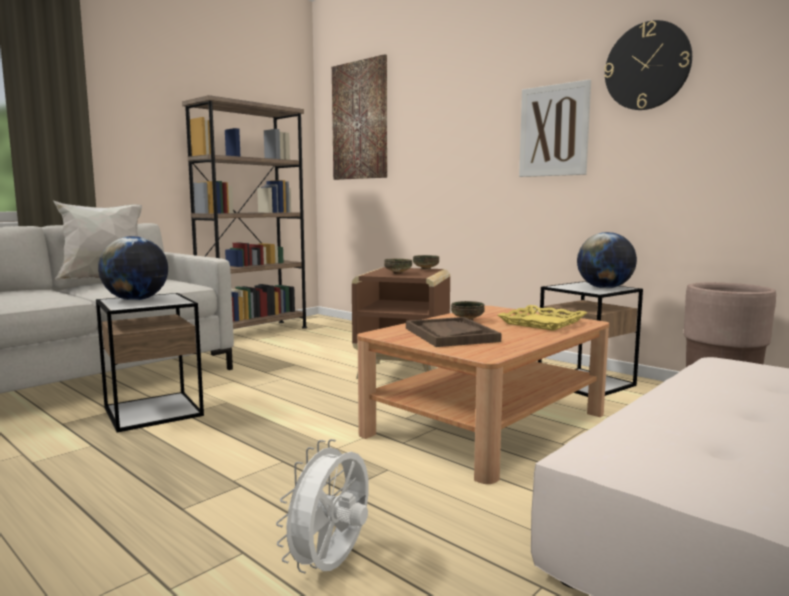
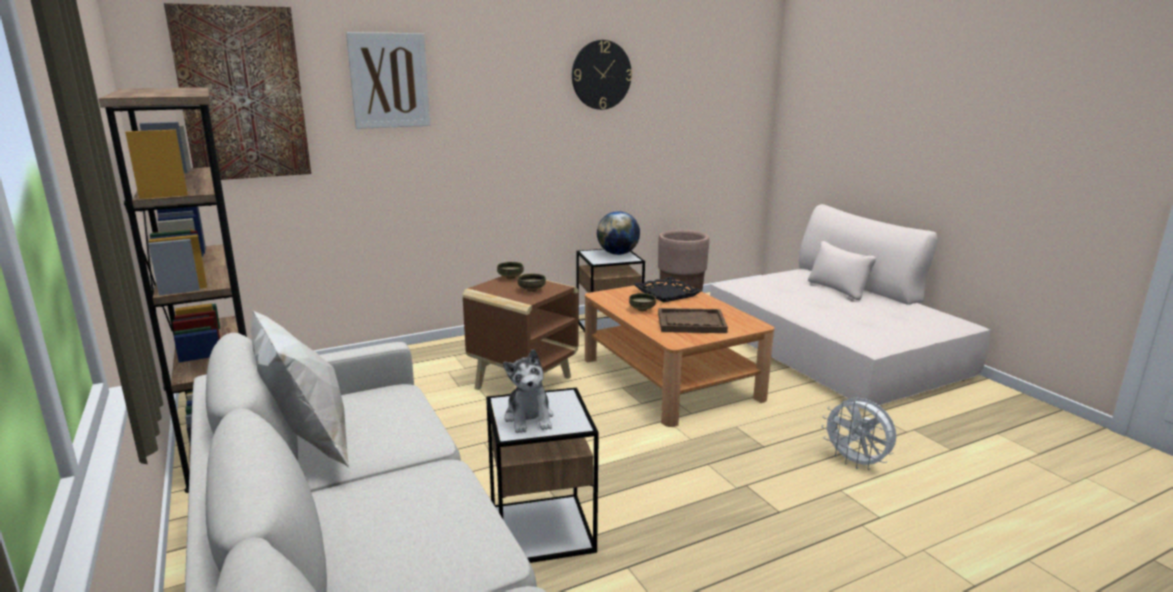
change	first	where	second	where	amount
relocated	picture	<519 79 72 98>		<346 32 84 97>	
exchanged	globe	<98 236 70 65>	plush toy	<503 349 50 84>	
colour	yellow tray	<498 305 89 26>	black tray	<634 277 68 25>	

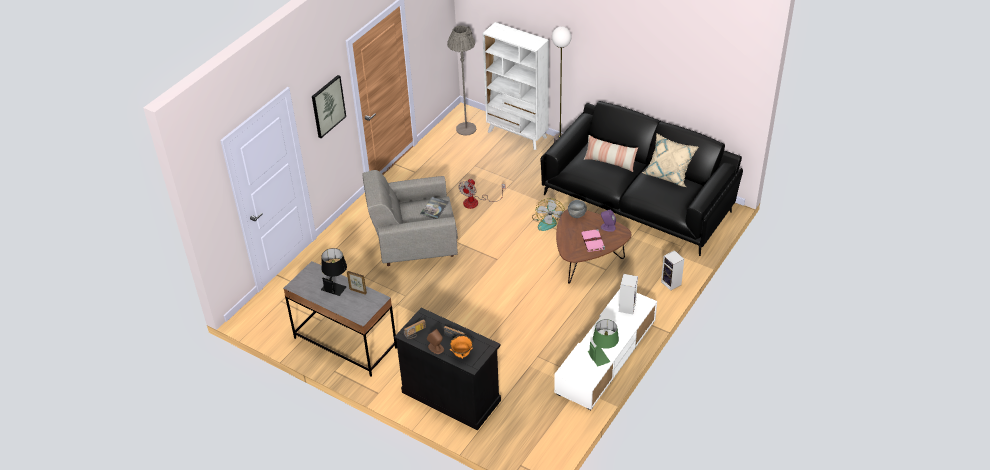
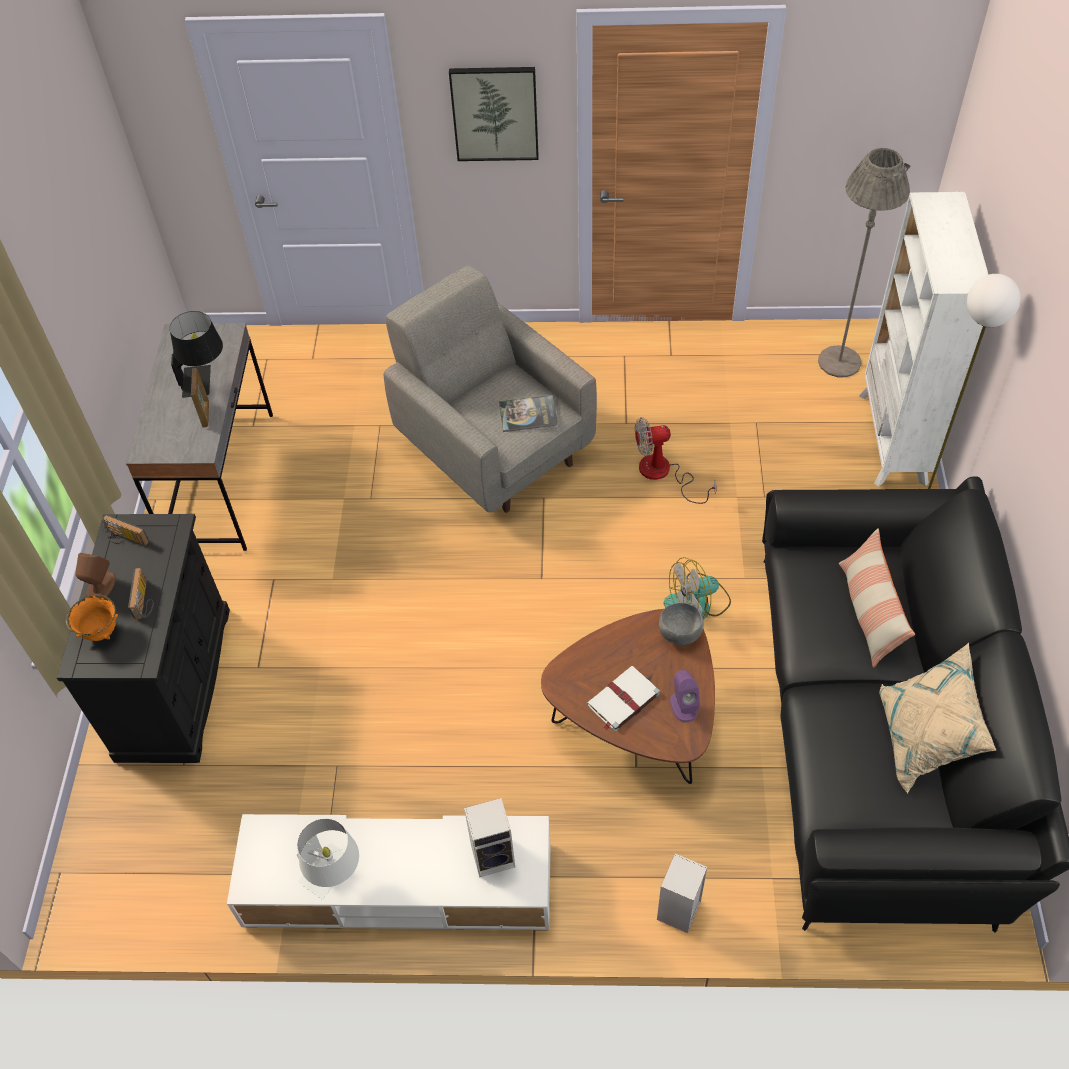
change	first	where	second	where	amount
colour	pink book	<581 229 24 23>	white book	<587 666 73 66>	
colour	green table lamp	<588 319 31 47>	white table lamp	<297 819 62 80>	

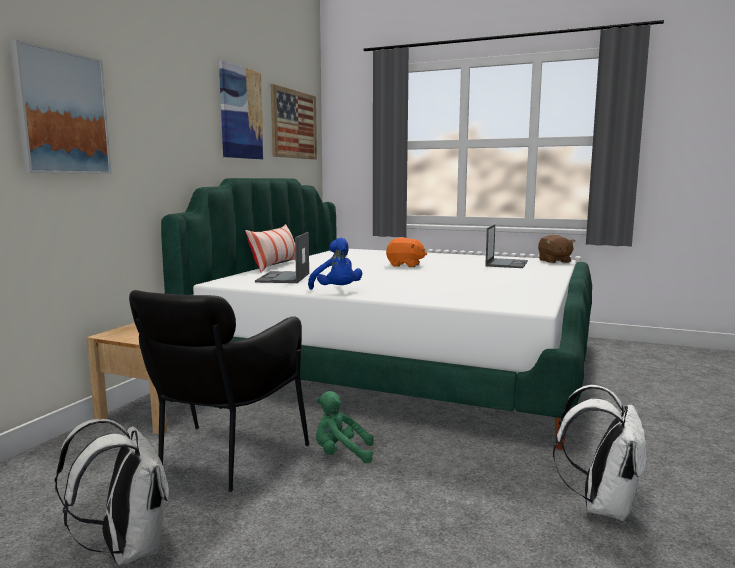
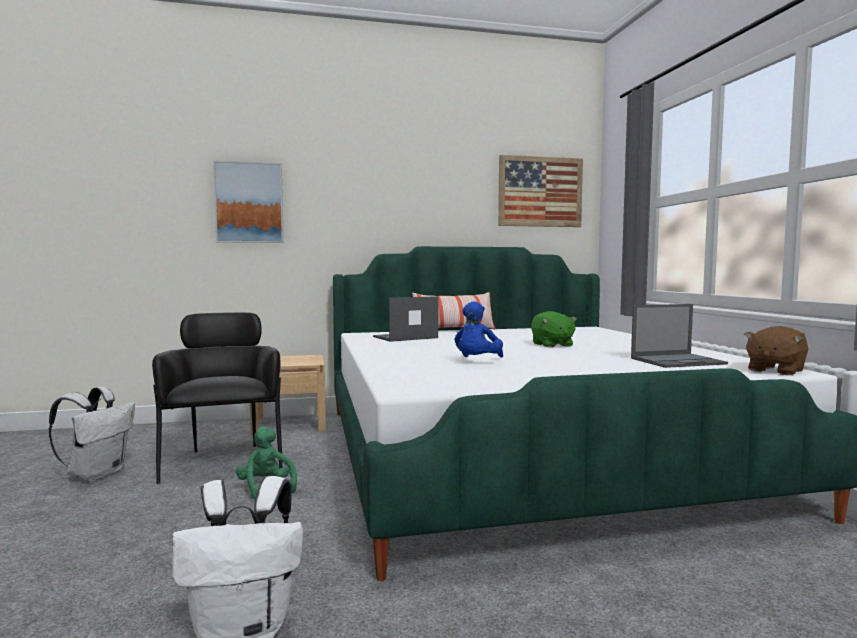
change	first	where	second	where	amount
missing	picture	<219 60 45 99>			
relocated	blue plush toy	<308 238 54 52>		<454 301 49 56>	
colour	orange plush toy	<386 238 41 29>	green plush toy	<531 311 46 37>	
spun	black armchair	<129 290 180 202>		<152 312 130 172>	90 degrees clockwise

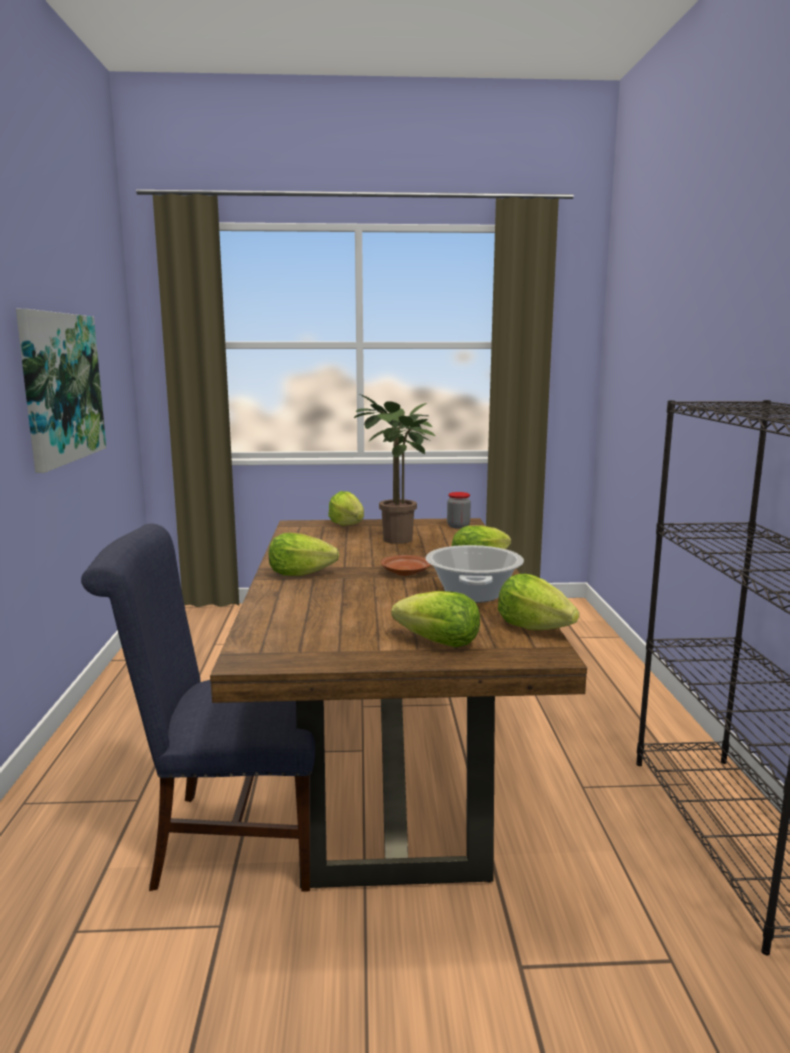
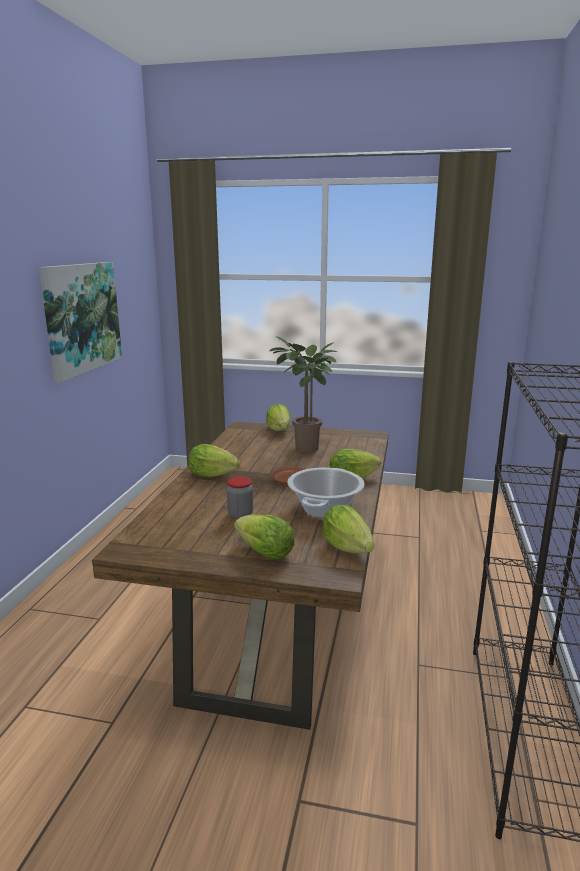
change	first	where	second	where	amount
missing	blue chair	<81 523 234 369>			
relocated	jar	<447 492 24 37>		<227 477 26 42>	

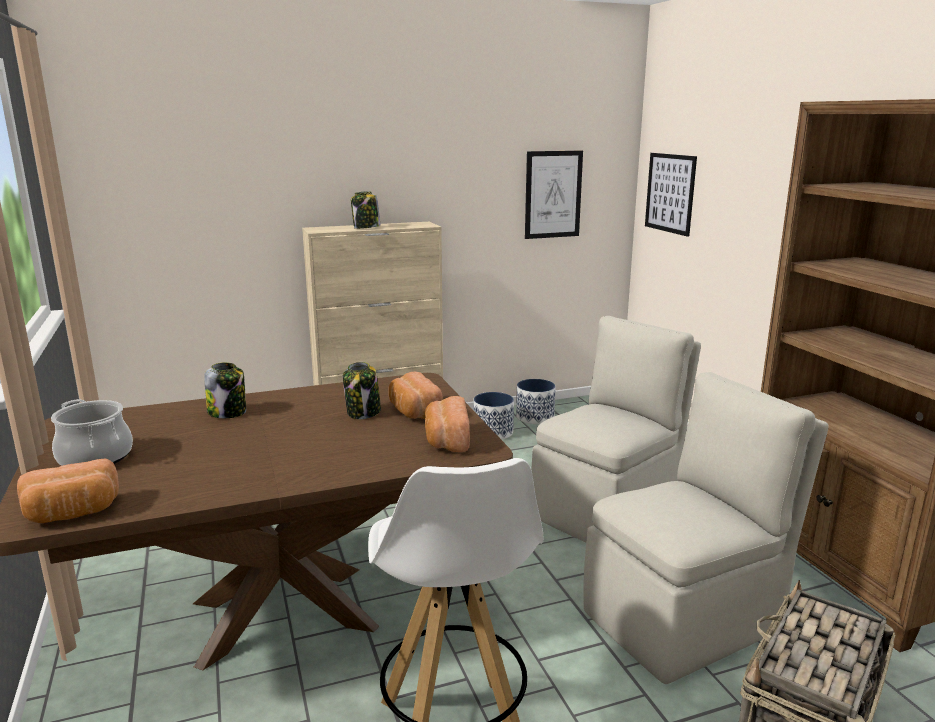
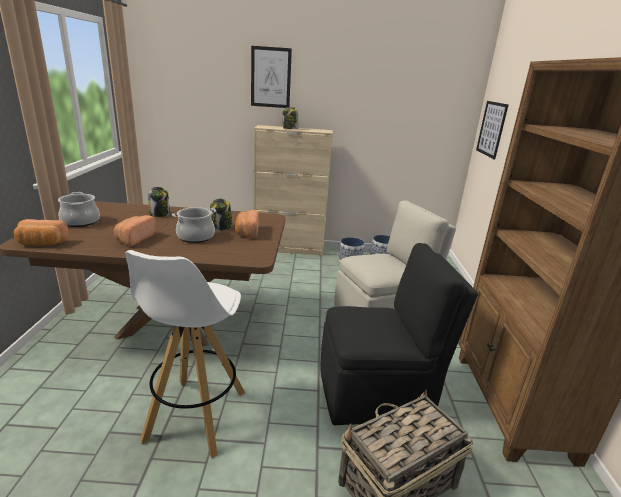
change	first	where	second	where	amount
appeared			cooking pot	<172 207 44 36>	
relocated	bread	<425 396 45 56>		<114 215 42 31>	
relocated	picture	<525 151 58 88>		<251 46 41 62>	
colour	beige chair	<583 372 246 312>	black chair	<320 243 158 182>	

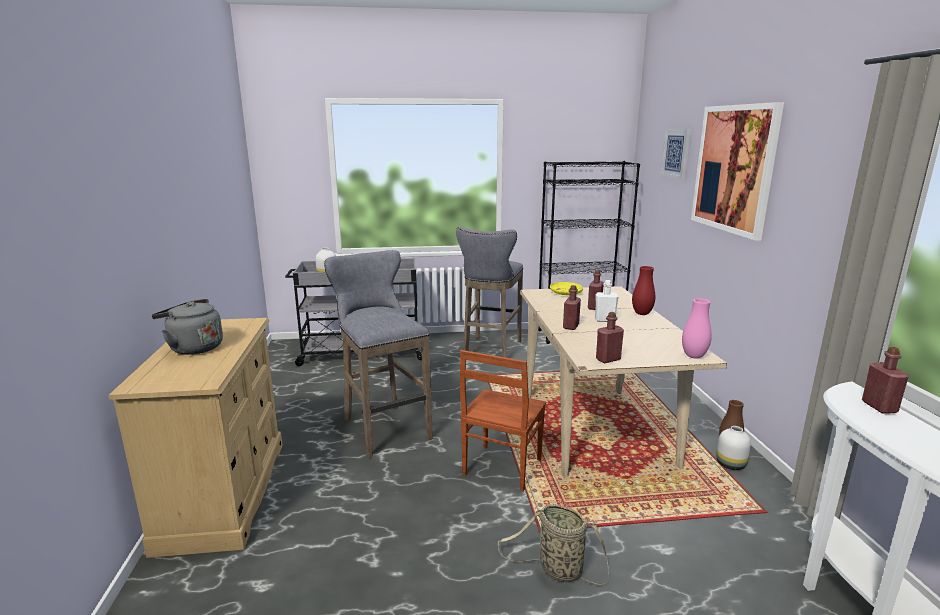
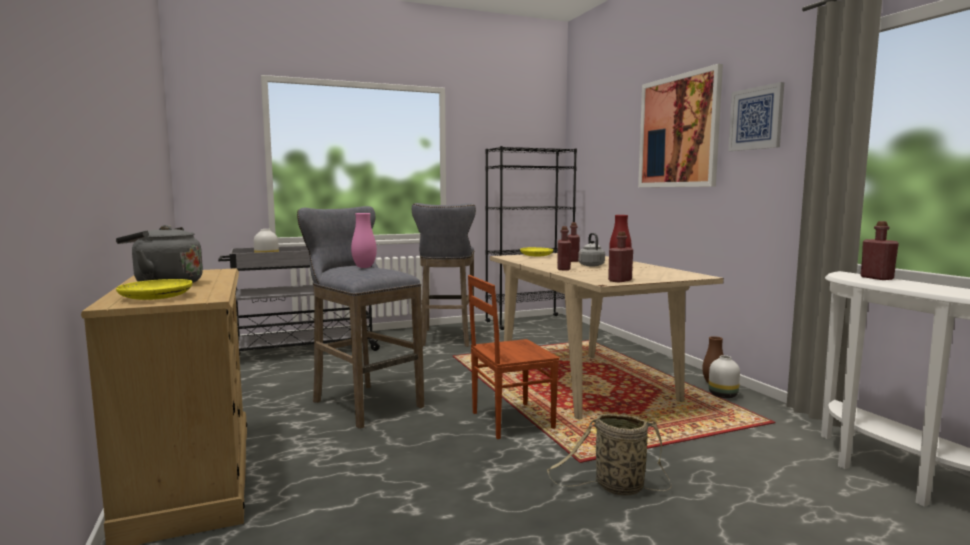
change	first	where	second	where	amount
appeared			yellow plate	<116 279 76 21>	
relocated	picture	<660 129 31 50>		<728 82 56 69>	
relocated	pink vase	<682 298 30 61>		<351 213 26 55>	
exchanged	white bottle	<595 280 24 42>	grey kettle	<578 233 27 33>	
spun	brown chair	<460 350 86 141>		<468 275 92 164>	60 degrees clockwise

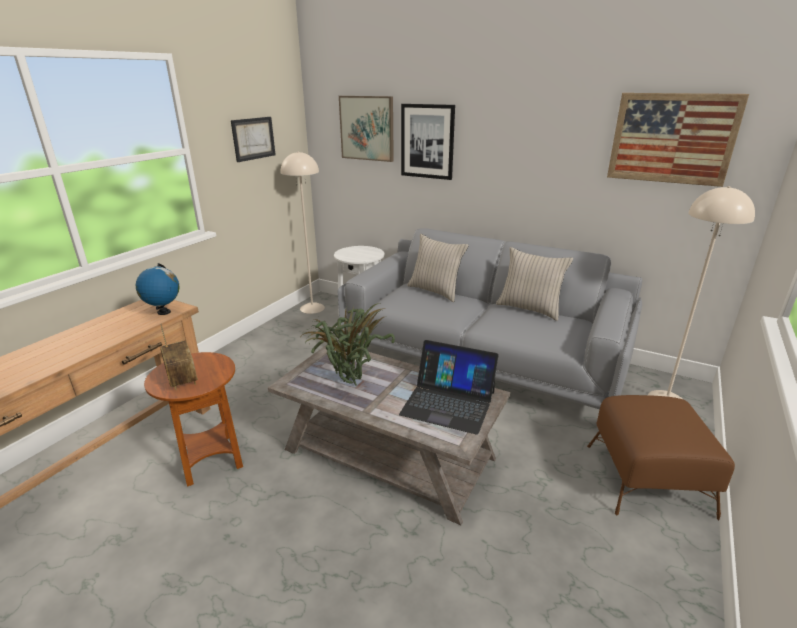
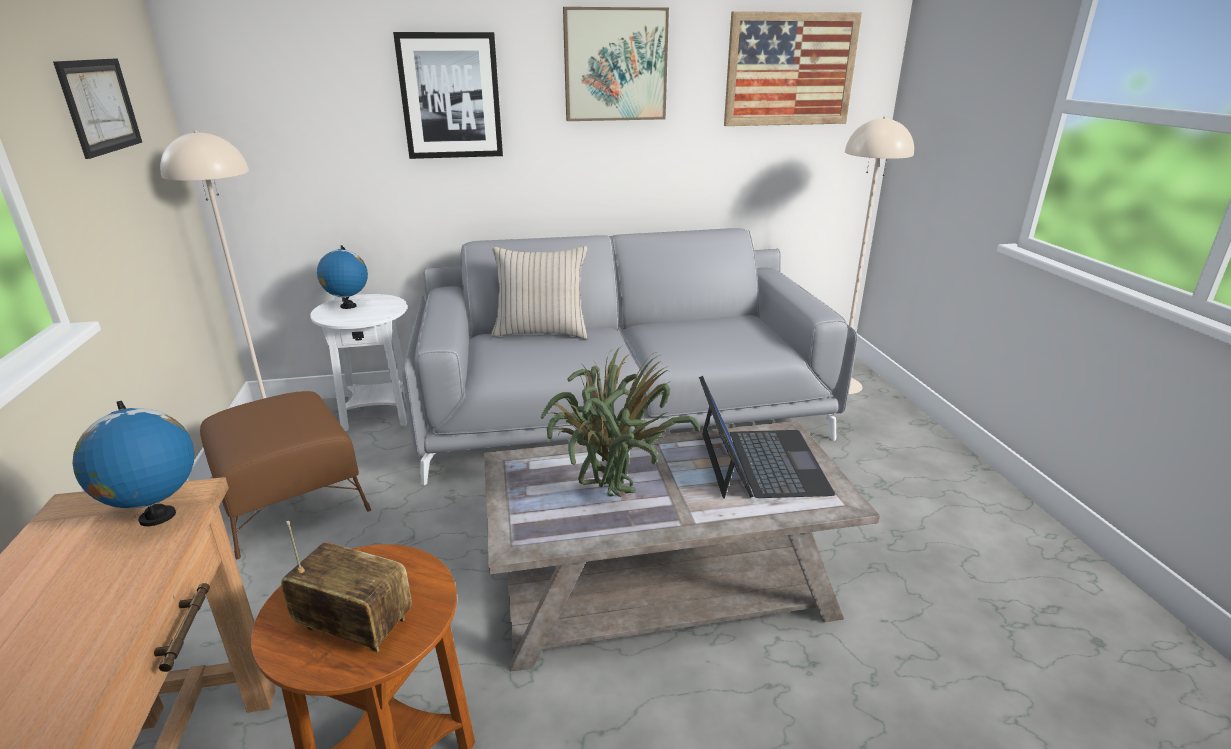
change	first	where	second	where	amount
missing	beige pillow	<496 247 77 74>			
appeared			globe	<317 245 51 64>	
relocated	picture	<339 96 55 66>		<563 7 106 114>	
relocated	brown ottoman	<587 395 148 125>		<200 391 171 168>	
spun	laptop	<399 340 100 95>		<699 376 136 123>	75 degrees counterclockwise

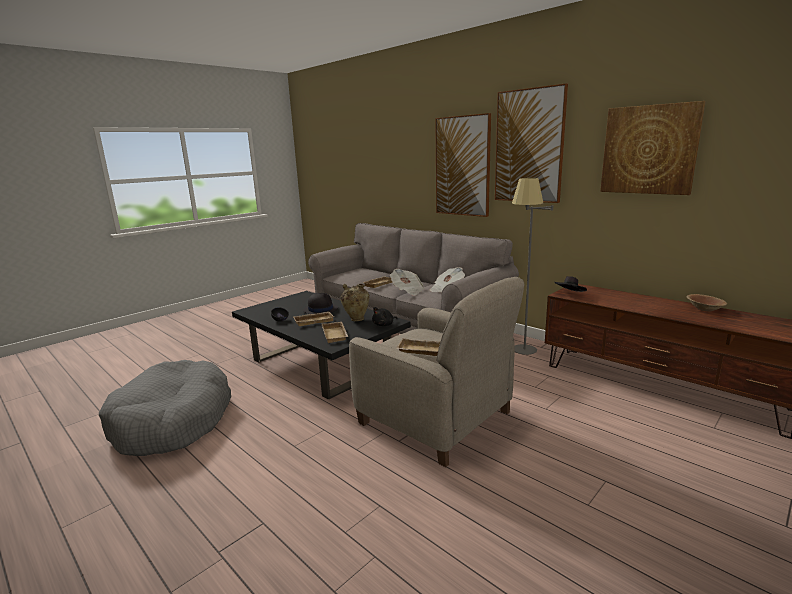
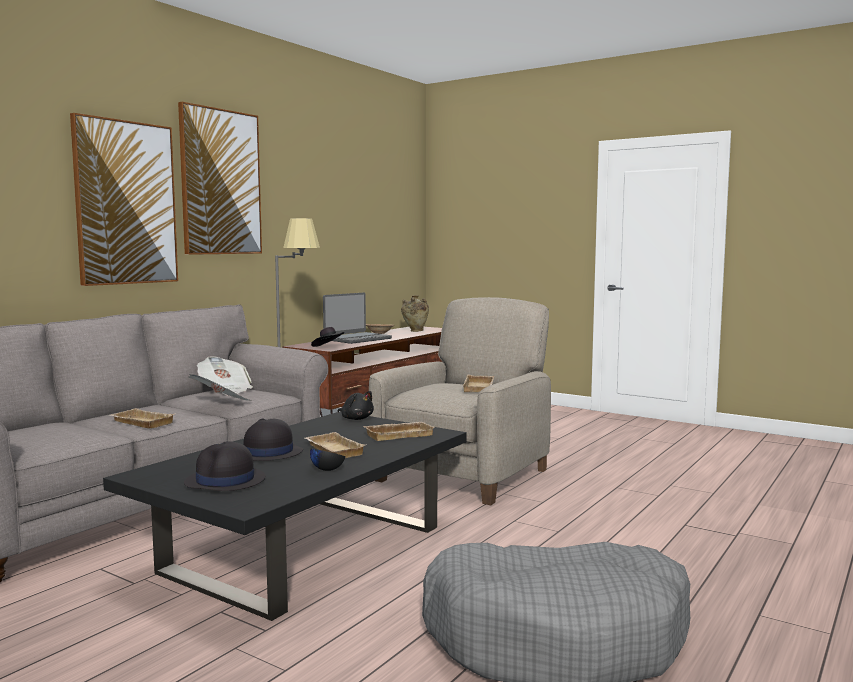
change	first	where	second	where	amount
missing	picture	<600 101 106 94>			
appeared			black hat	<184 441 82 50>	
appeared			laptop	<323 293 69 51>	
relocated	beige vase	<341 284 28 37>		<401 295 28 37>	

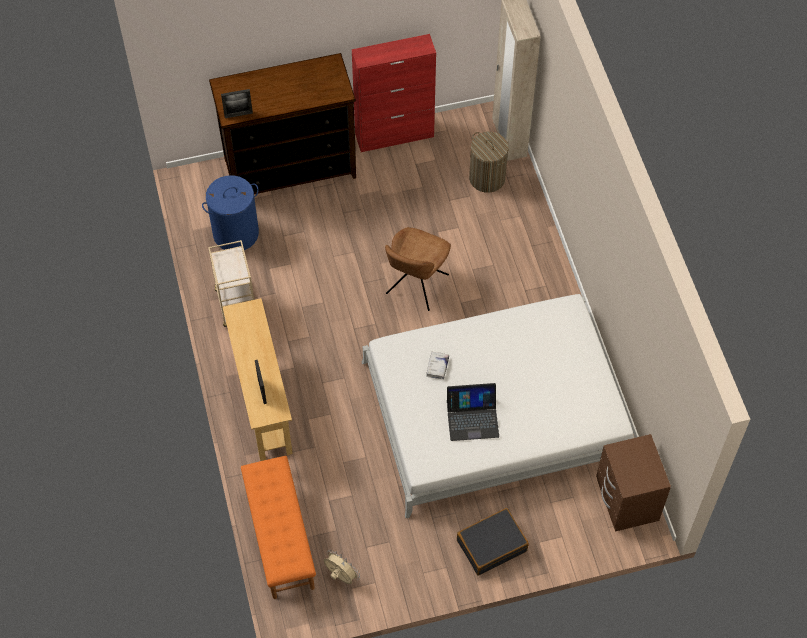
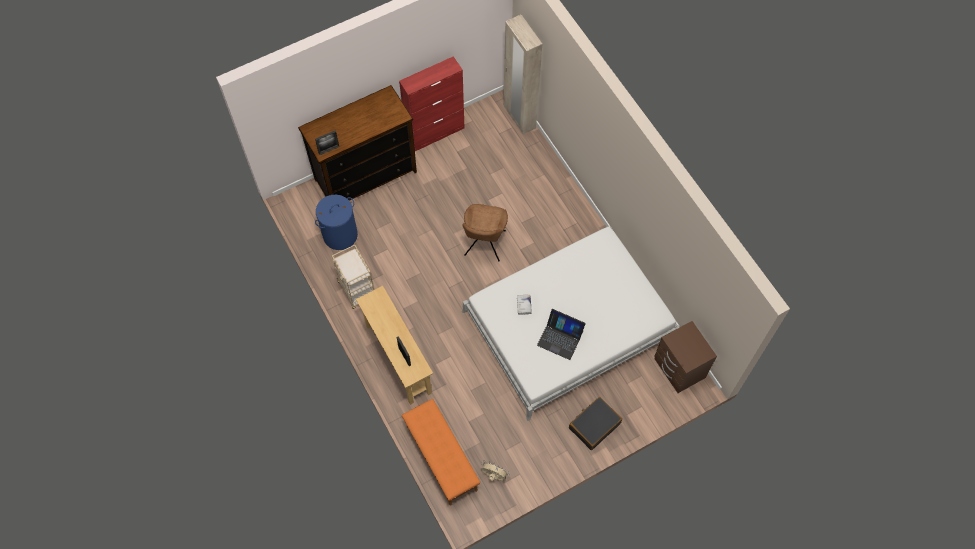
change	first	where	second	where	amount
missing	laundry basket	<469 132 39 61>			
spun	laptop	<447 383 52 58>		<537 309 49 51>	45 degrees clockwise

